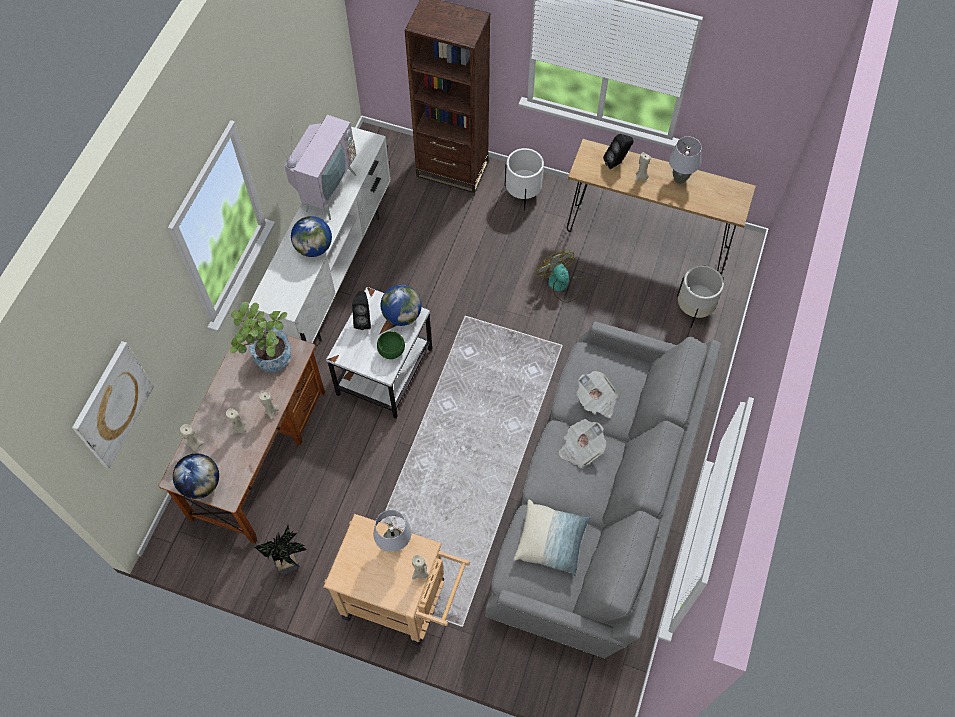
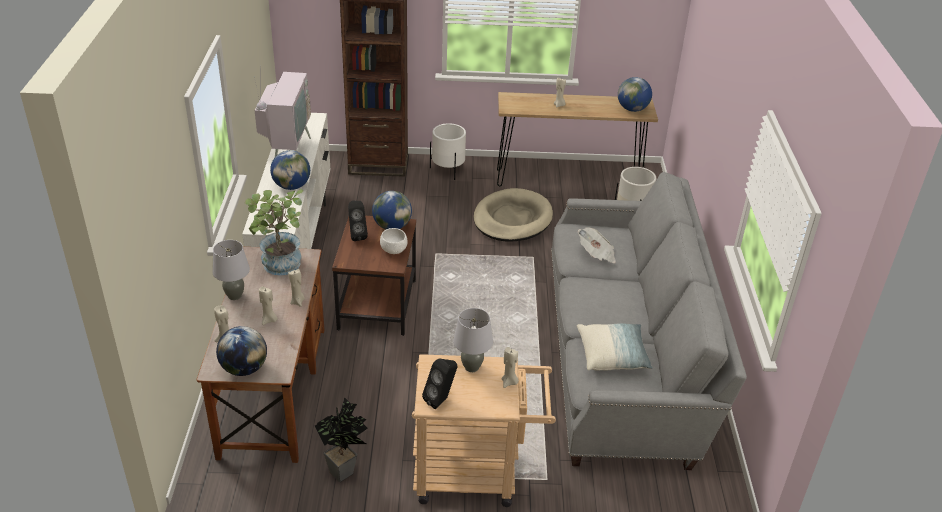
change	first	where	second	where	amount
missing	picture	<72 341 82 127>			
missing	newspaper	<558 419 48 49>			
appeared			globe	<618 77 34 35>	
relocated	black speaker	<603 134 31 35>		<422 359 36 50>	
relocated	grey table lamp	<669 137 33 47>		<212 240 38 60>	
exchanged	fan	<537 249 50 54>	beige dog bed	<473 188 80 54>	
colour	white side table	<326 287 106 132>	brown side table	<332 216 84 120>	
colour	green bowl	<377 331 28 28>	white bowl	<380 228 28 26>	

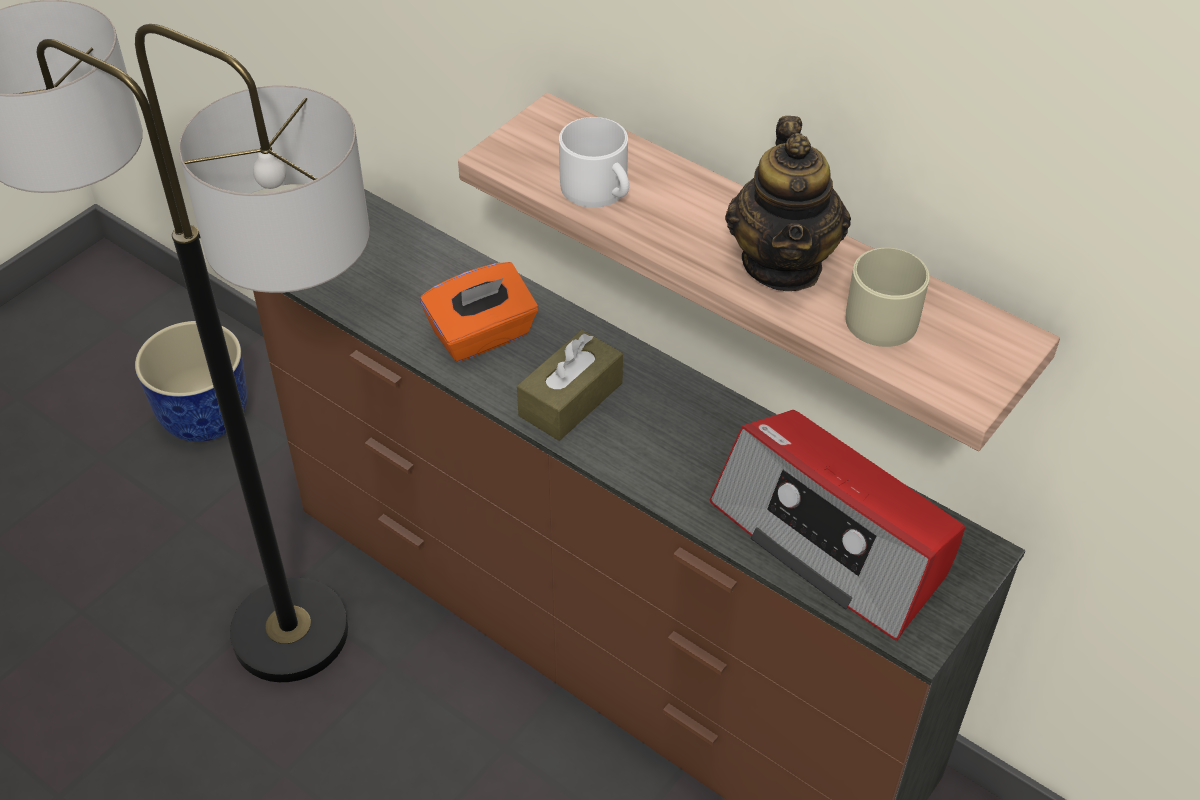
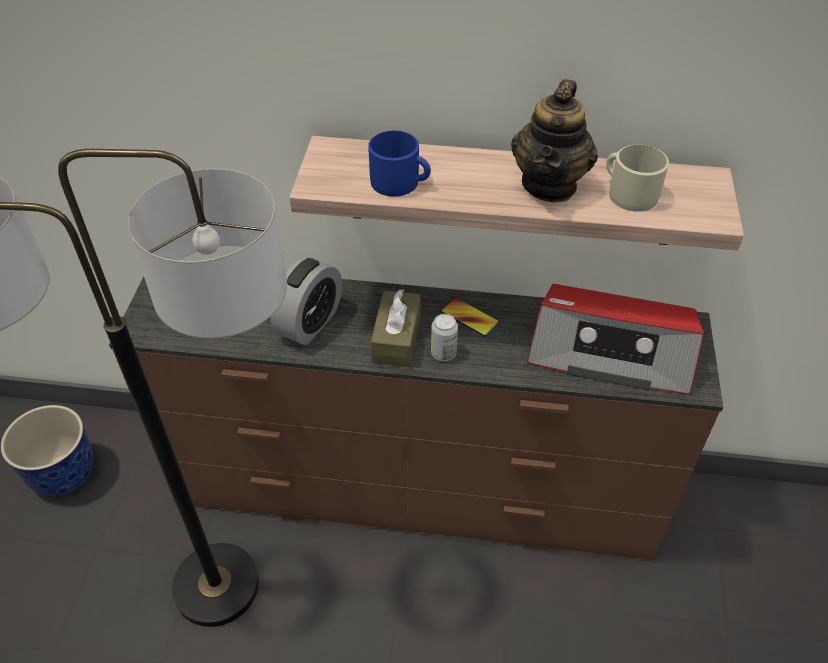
change	first	where	second	where	amount
appeared			can	<431 314 27 47>	
appeared			phone	<440 297 60 40>	
exchanged	orange tissue box	<420 262 118 100>	alarm clock	<271 257 71 88>	
colour	white mug	<559 117 70 91>	blue mug	<368 131 63 66>	
spun	teapot	<725 116 126 175>		<511 79 87 123>	45 degrees clockwise

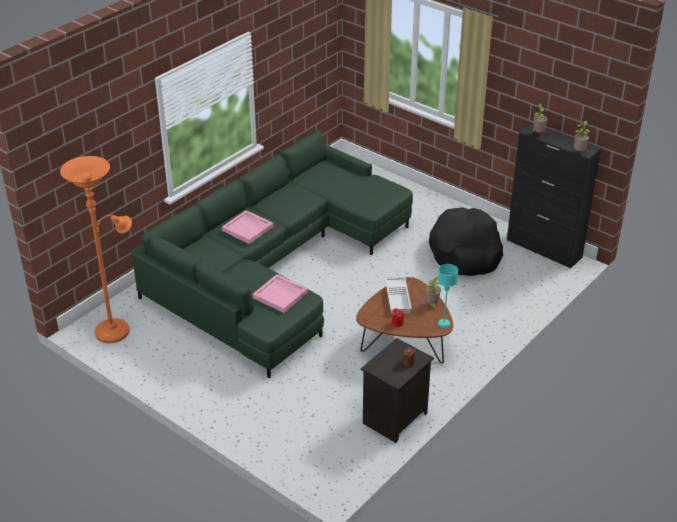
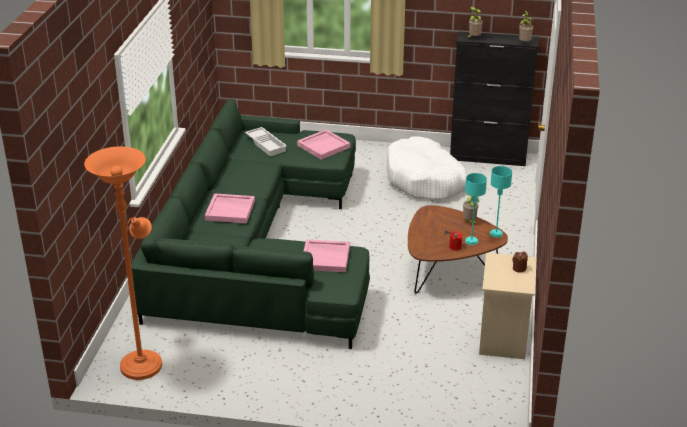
change	first	where	second	where	amount
appeared			pink tray	<297 130 53 30>	
appeared			turquoise table lamp	<465 173 22 72>	
relocated	white tray	<385 277 27 37>		<245 127 42 29>	
colour	black nightstand	<361 338 73 105>	beige nightstand	<479 253 57 106>	
colour	black dog bed	<429 207 74 69>	white dog bed	<386 136 81 65>	

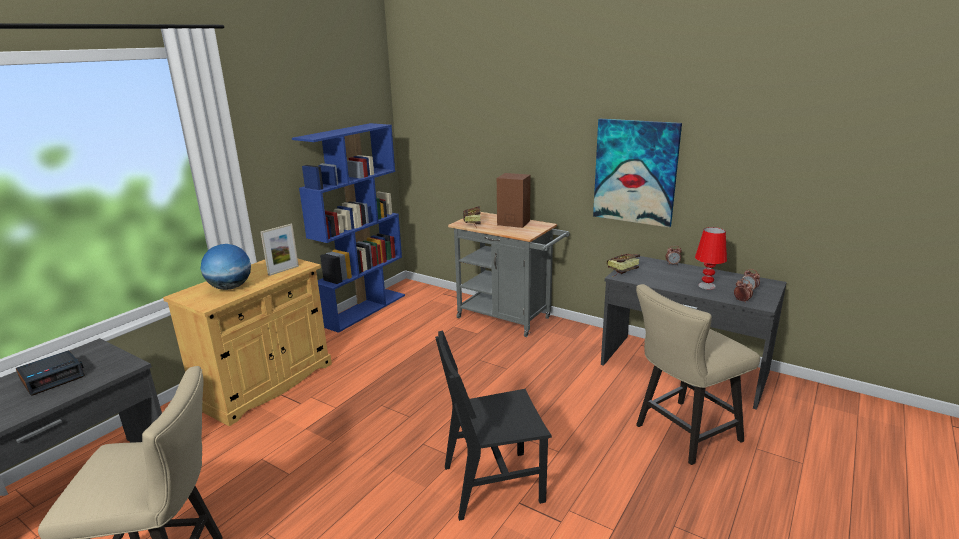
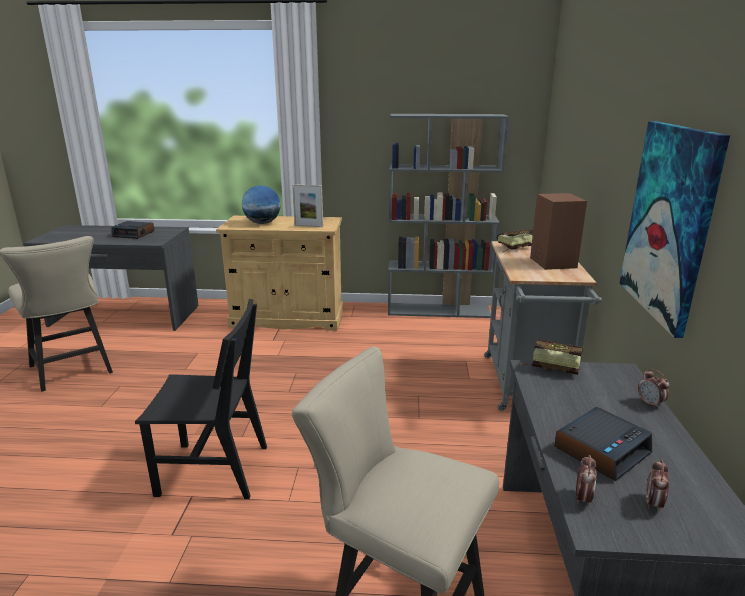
change	first	where	second	where	amount
exchanged	red table lamp	<695 227 32 63>	alarm clock	<554 407 98 74>	
colour	blue bookcase	<292 123 113 210>	grey bookcase	<388 114 121 204>	
spun	black chair	<435 330 117 191>		<135 299 132 200>	135 degrees clockwise

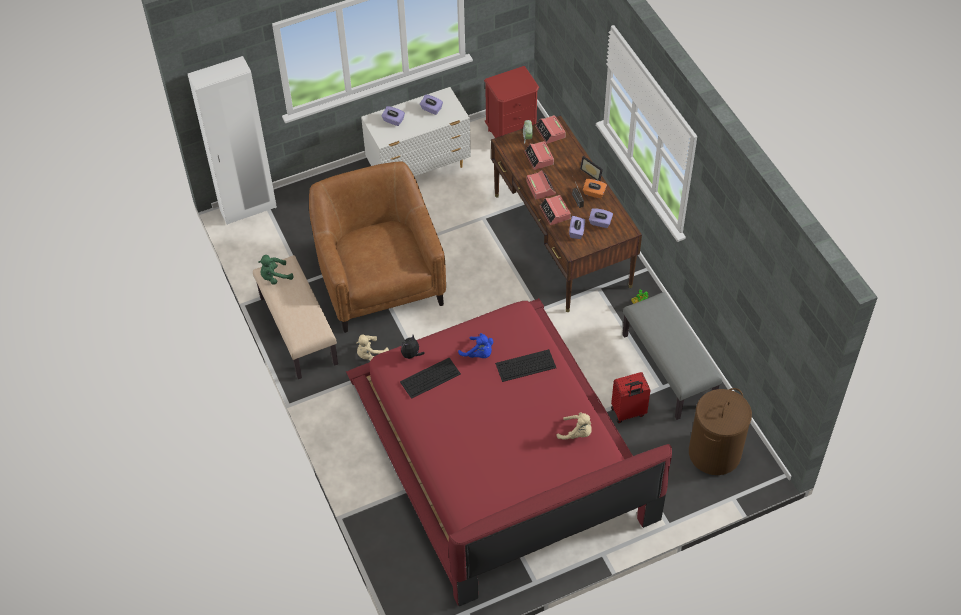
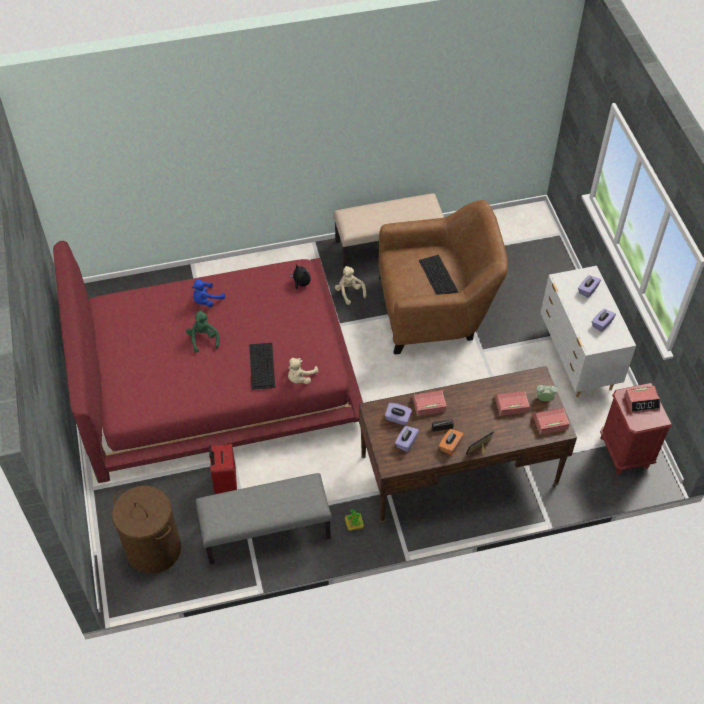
change	first	where	second	where	amount
missing	white wardrobe	<188 56 89 169>			
relocated	green plush toy	<258 255 36 30>		<186 310 33 43>	
relocated	keyboard	<400 358 61 41>		<418 255 41 40>	
relocated	blue plush toy	<458 333 35 25>		<192 279 33 28>	
relocated	alarm clock	<526 170 30 30>		<625 386 35 27>	
relocated	beige plush toy	<557 412 35 28>		<288 358 30 26>	

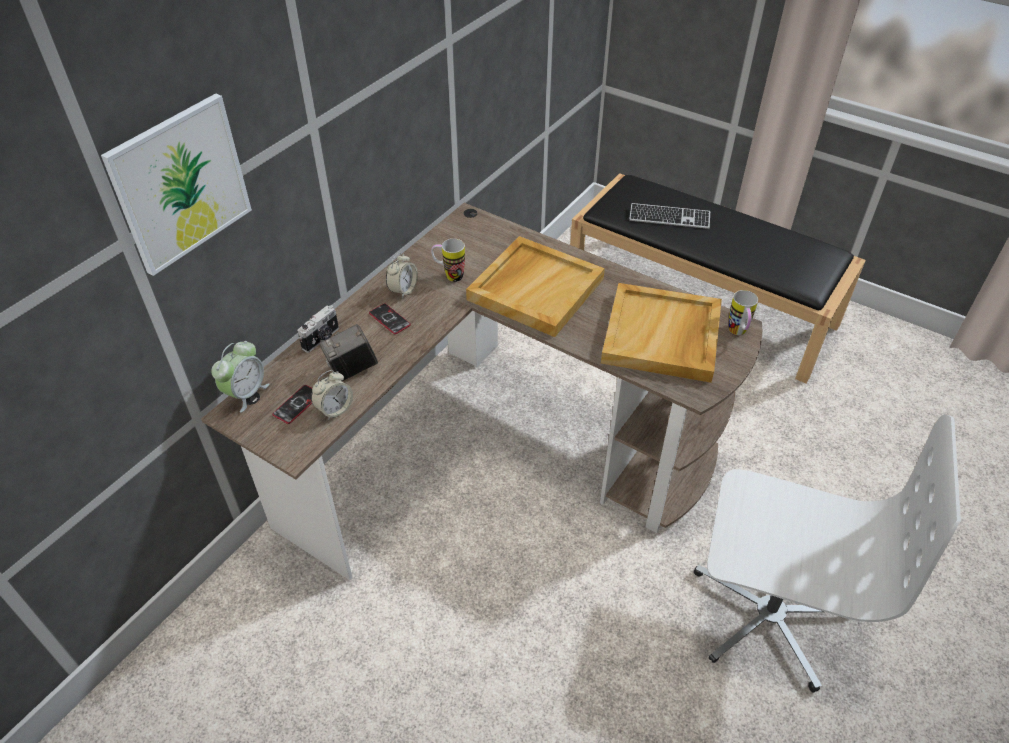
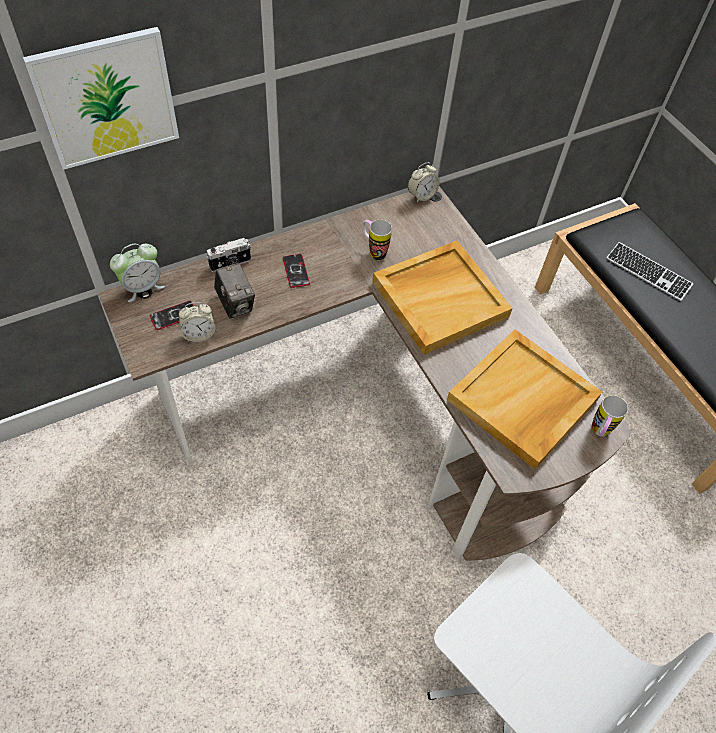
change	first	where	second	where	amount
relocated	alarm clock	<386 252 32 47>		<408 162 32 40>	
spun	photo camera	<320 324 58 57>		<214 263 41 56>	120 degrees counterclockwise

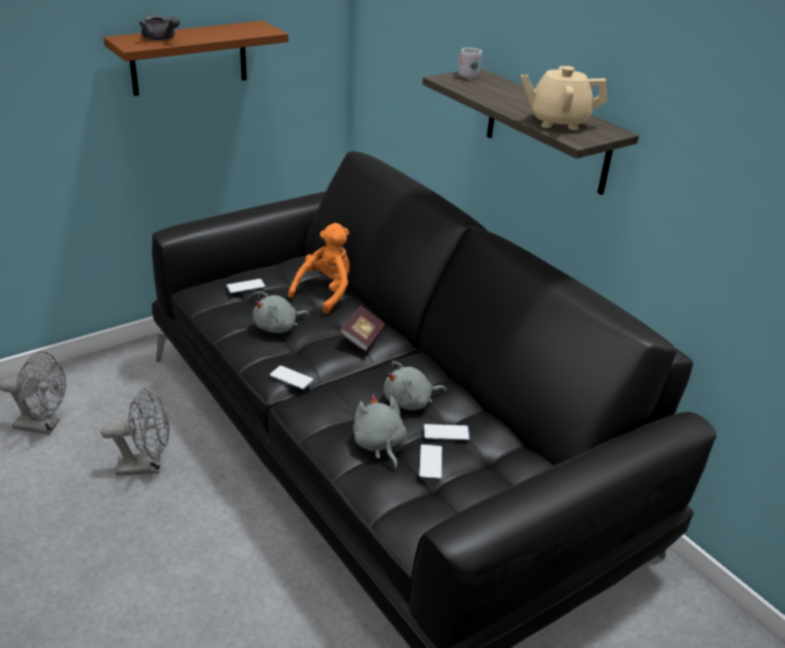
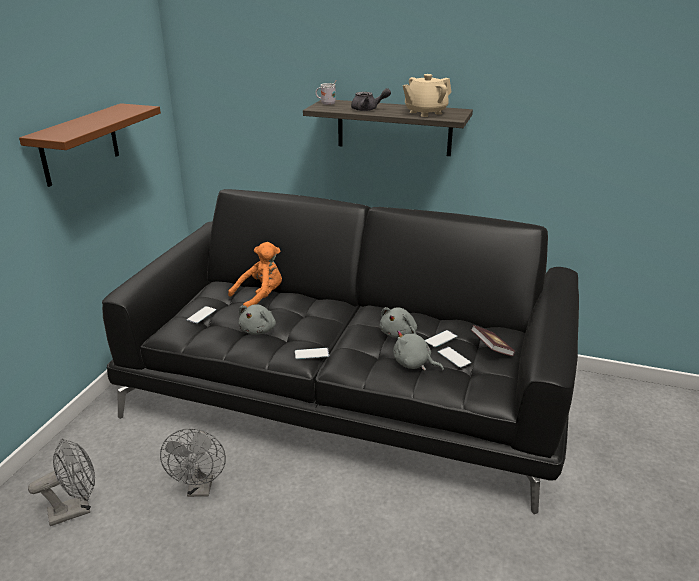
change	first	where	second	where	amount
relocated	grey teapot	<139 15 41 26>		<351 88 40 23>	
relocated	book	<339 305 46 47>		<471 325 44 31>	
spun	grey fan	<101 388 69 88>		<160 428 66 69>	135 degrees clockwise
spun	orange plush toy	<288 223 62 91>		<228 242 54 65>	60 degrees clockwise

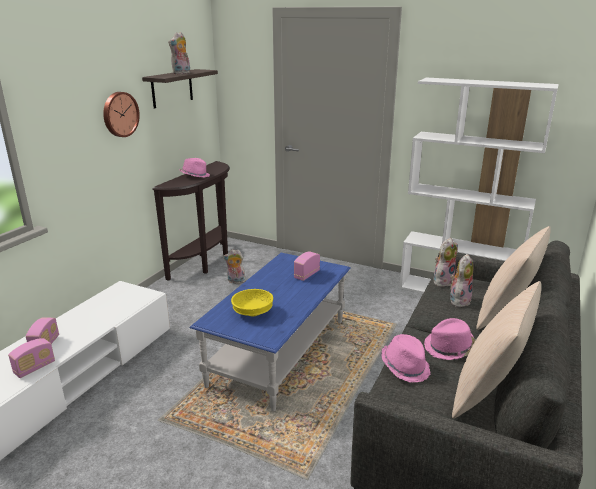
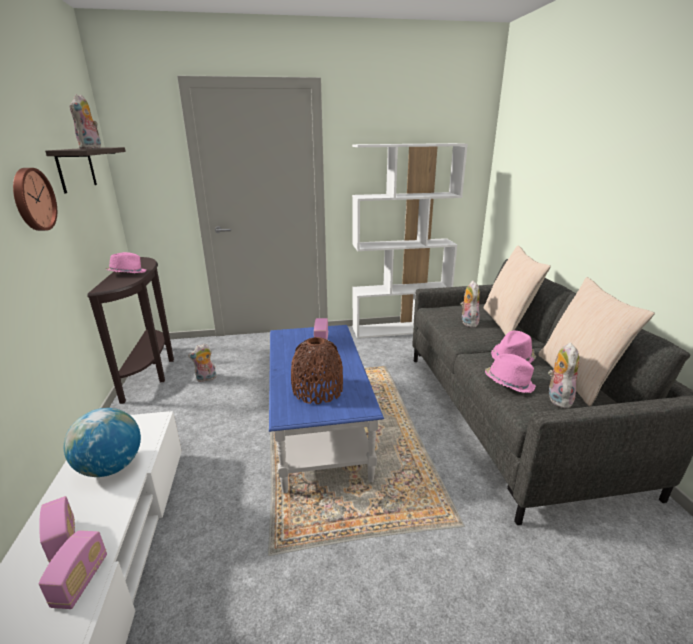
change	first	where	second	where	amount
appeared			globe	<63 408 78 69>	
relocated	plush toy	<433 238 25 49>		<548 342 31 66>	
exchanged	yellow bowl	<231 289 42 27>	brown vase	<291 337 52 67>	

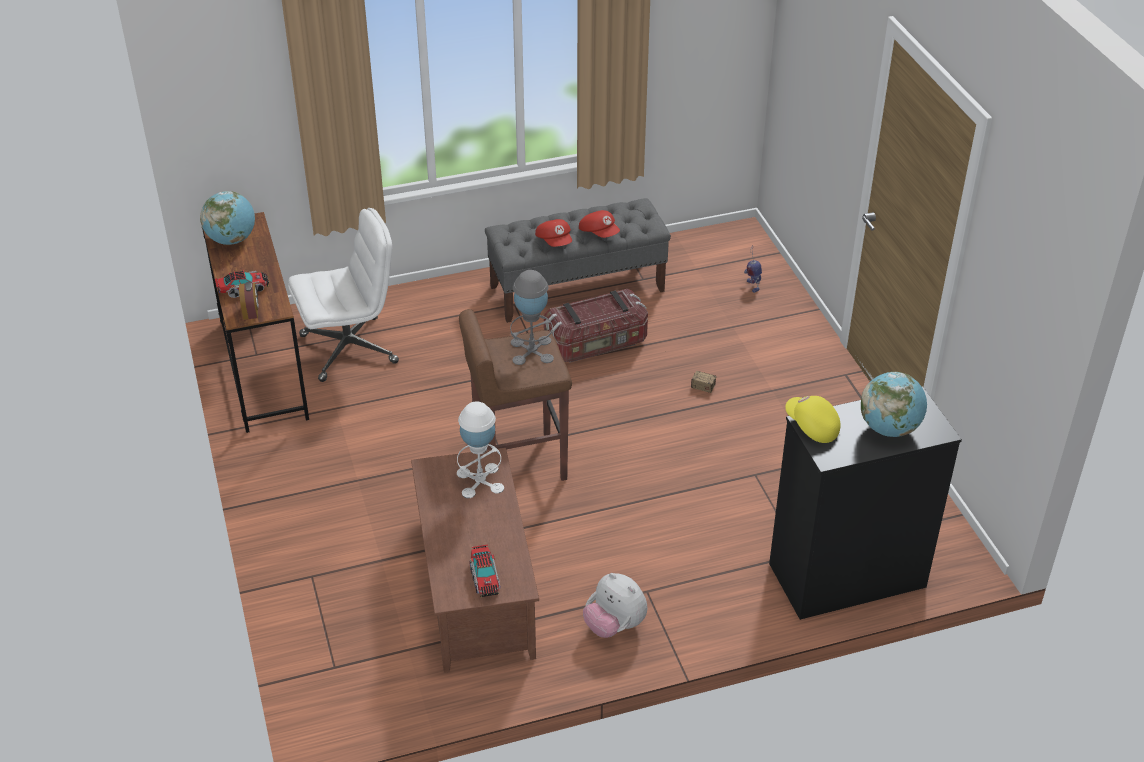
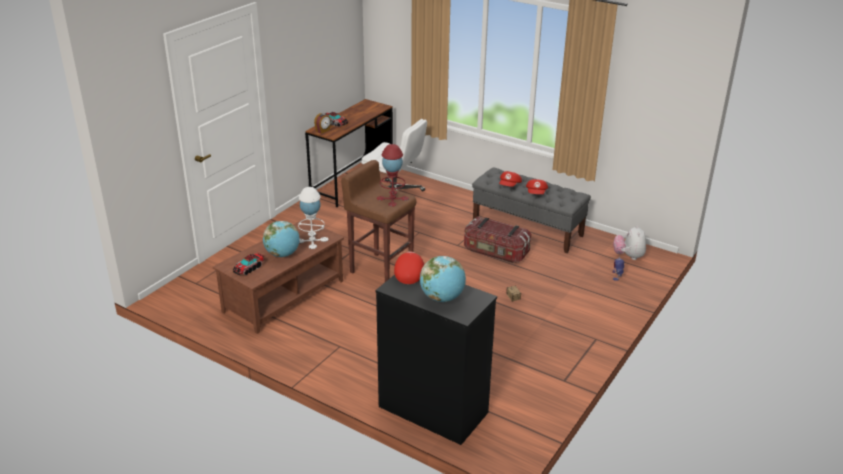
change	first	where	second	where	amount
relocated	globe	<200 191 55 54>		<263 221 37 36>	
relocated	plush toy	<583 573 64 65>		<613 225 33 35>	
colour	grey table lamp	<510 270 44 95>	red table lamp	<377 144 32 63>	
colour	yellow cap	<785 396 56 47>	red cap	<394 251 30 33>	

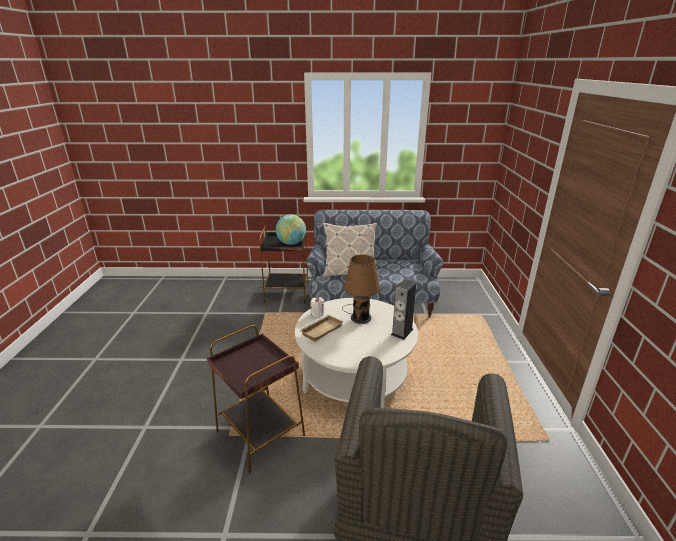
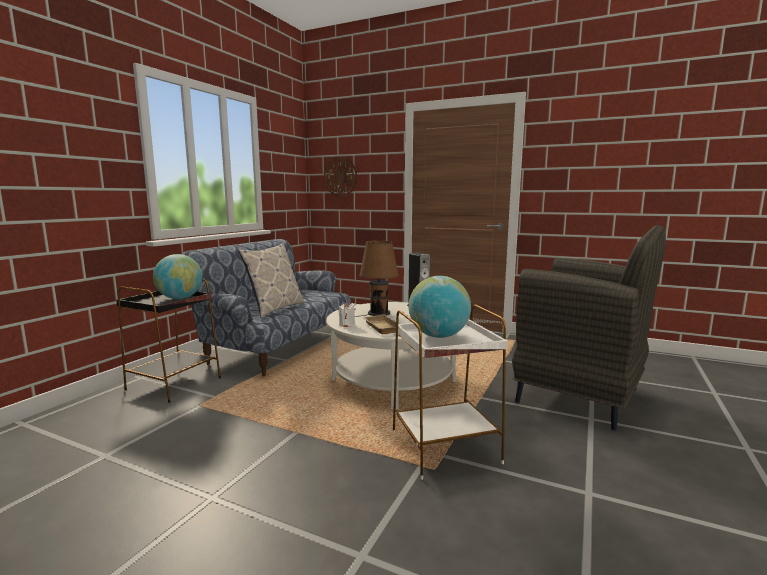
change	first	where	second	where	amount
appeared			wall clock	<324 157 33 40>	
appeared			globe	<409 276 62 62>	
colour	brown side table	<207 325 98 148>	white side table	<393 304 115 176>	

